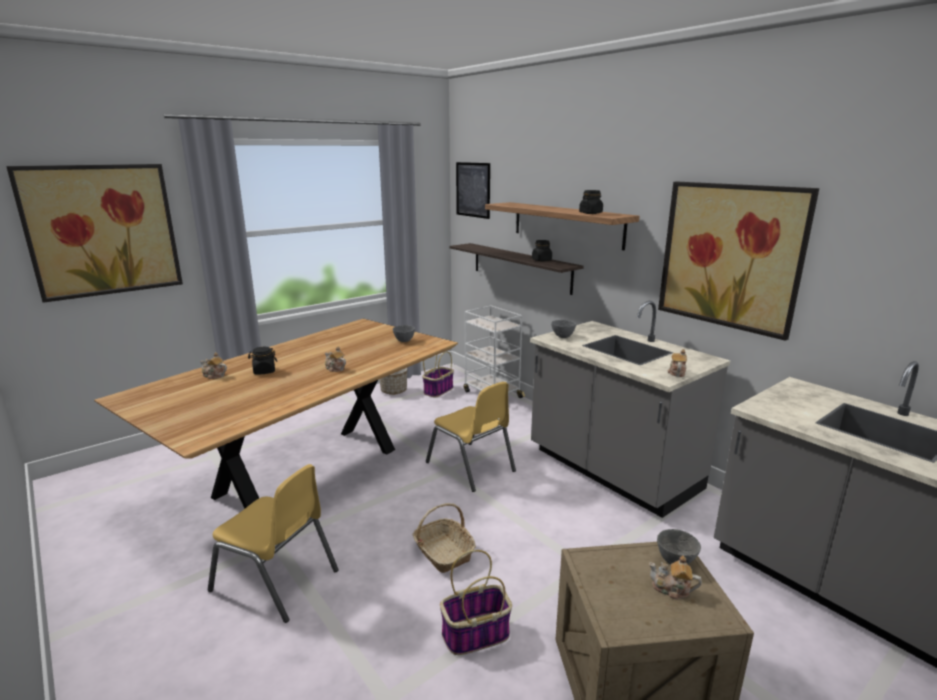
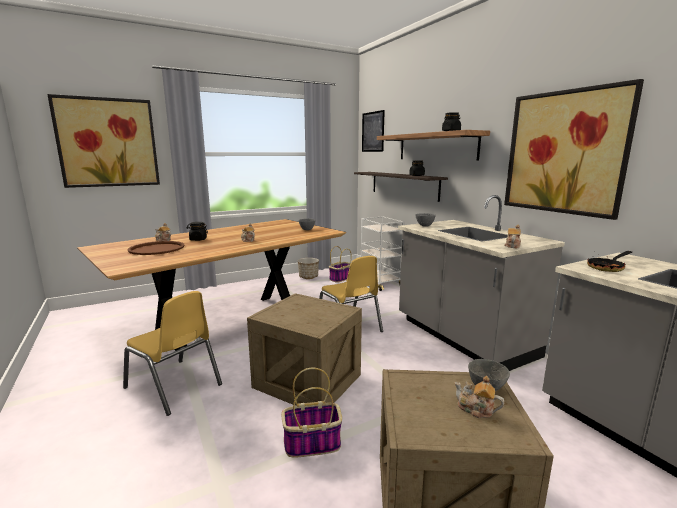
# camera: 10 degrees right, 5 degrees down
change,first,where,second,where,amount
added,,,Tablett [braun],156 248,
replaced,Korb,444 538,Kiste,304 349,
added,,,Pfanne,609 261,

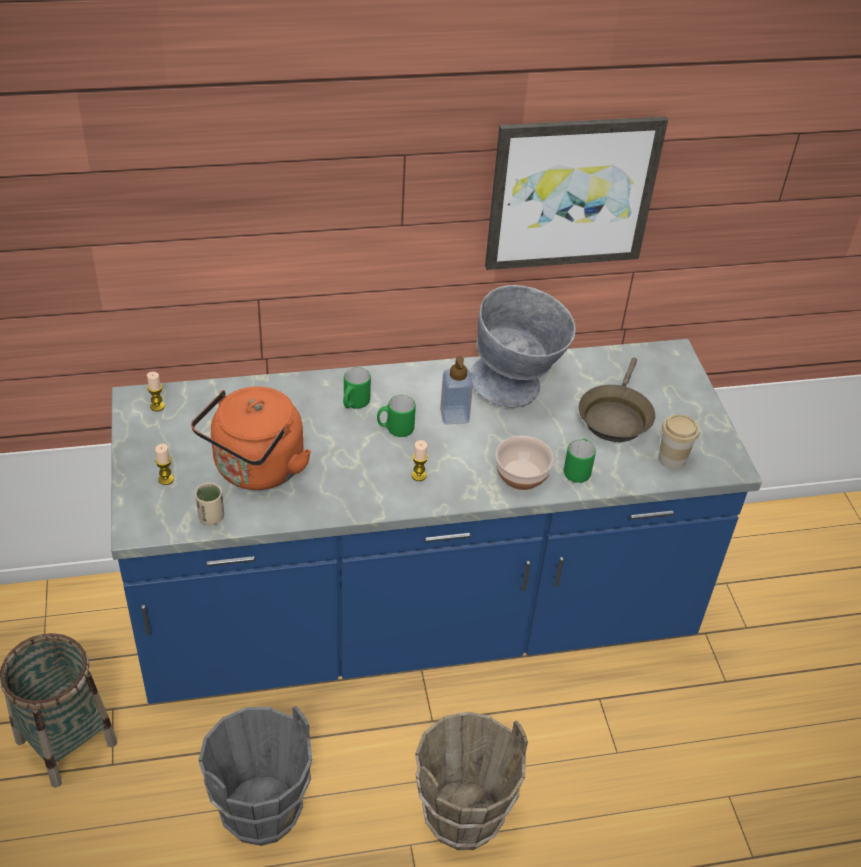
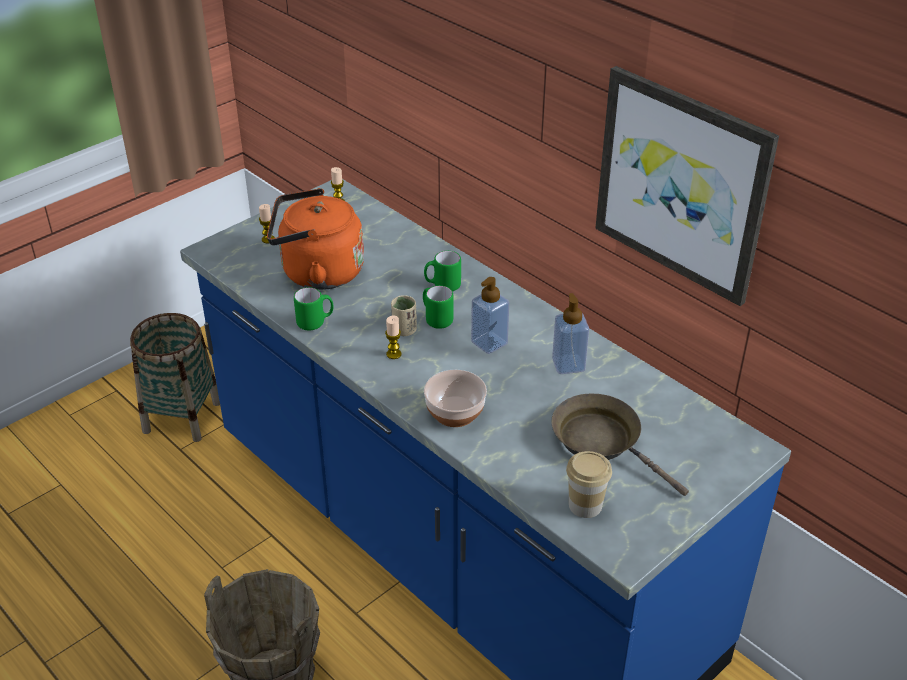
# camera: 60 degrees right, 5 degrees down
change,first,where,second,where,amount
moved,Henkelbecher [grün],580 461,,314 309,
moved,Tasse [beige],209 504,,404 315,
turned,Pfanne [braun],617 400,,620 445,60 degrees clockwise
replaced,Schüssel [grau],523 346,Seifenspender,570 333,
removed,Eimer [grau],255 776,,,

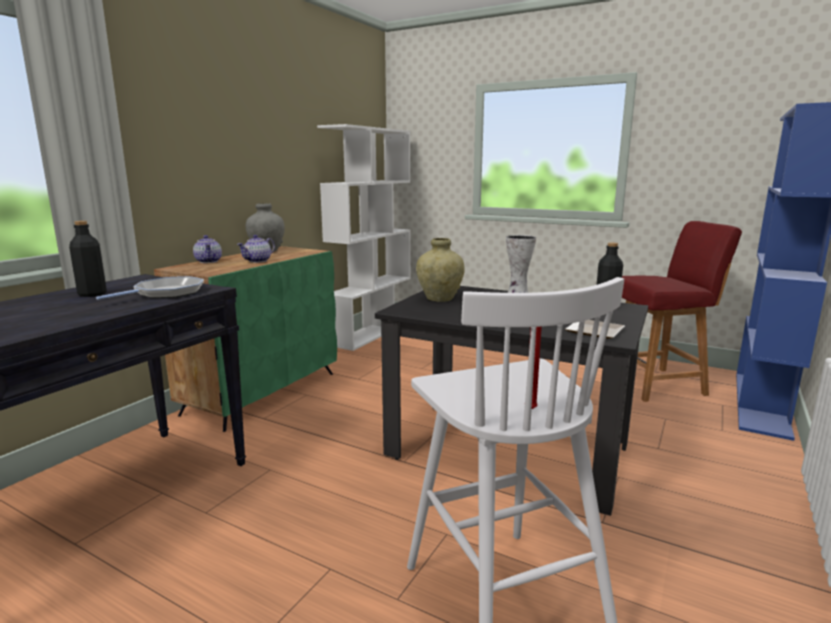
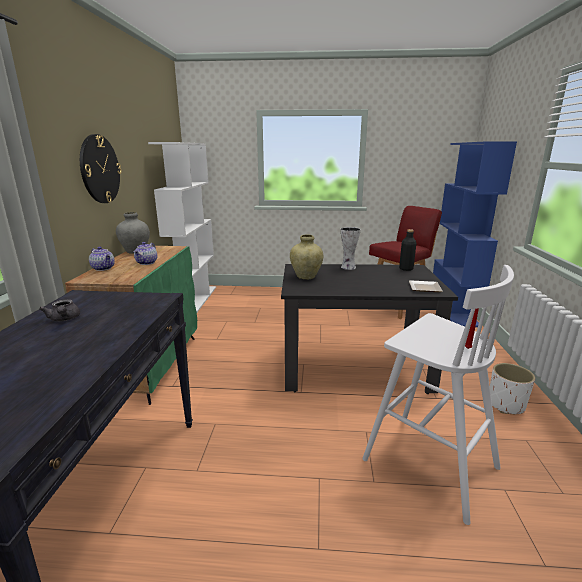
# camera: 25 degrees left, 5 degrees up
change,first,where,second,where,amount
replaced,Flasche [schwarz],88 259,Teekanne [grau],59 310,
added,,,Wanduhr,101 168,
added,,,Pflanzkübel [weiß],512 388,
removed,Pfanne,150 288,,,

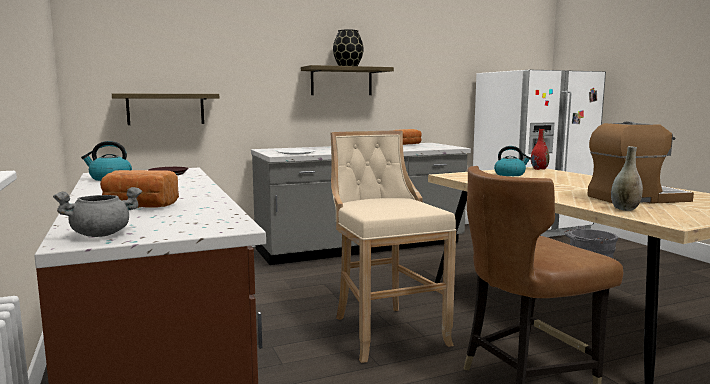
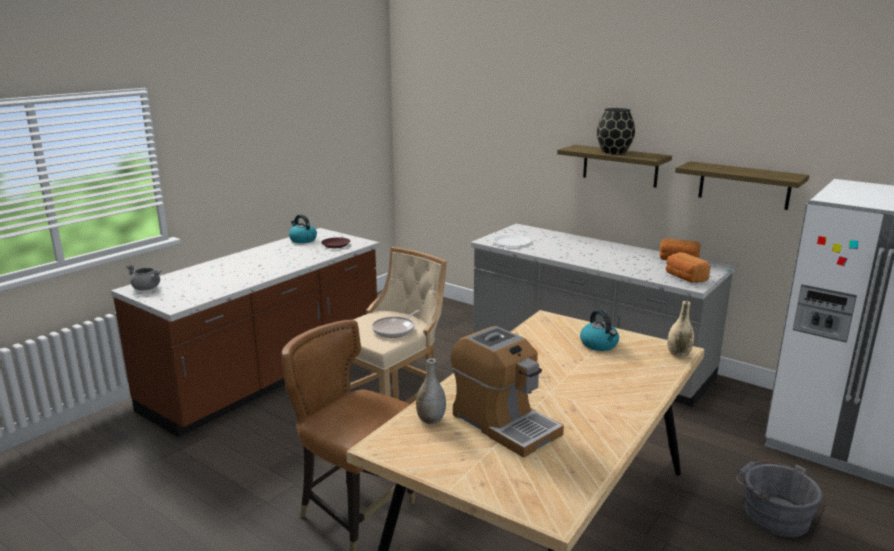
# camera: 60 degrees right, 10 degrees up
change,first,where,second,where,amount
added,,,Pfanne,396 324,
moved,Brot,139 189,,688 267,
recoloured,Vase [rot],540 149,Vase [beige],680 329,
moved,Wandregal,165 109,,742 185,

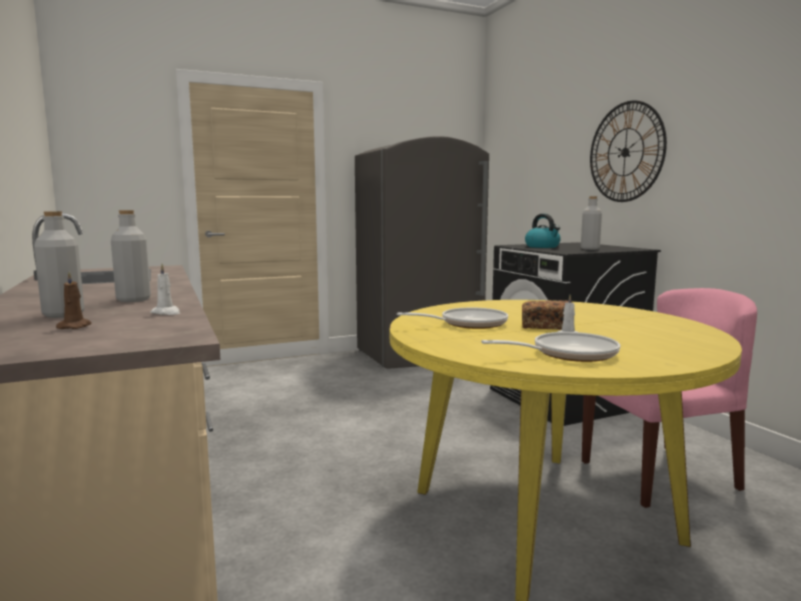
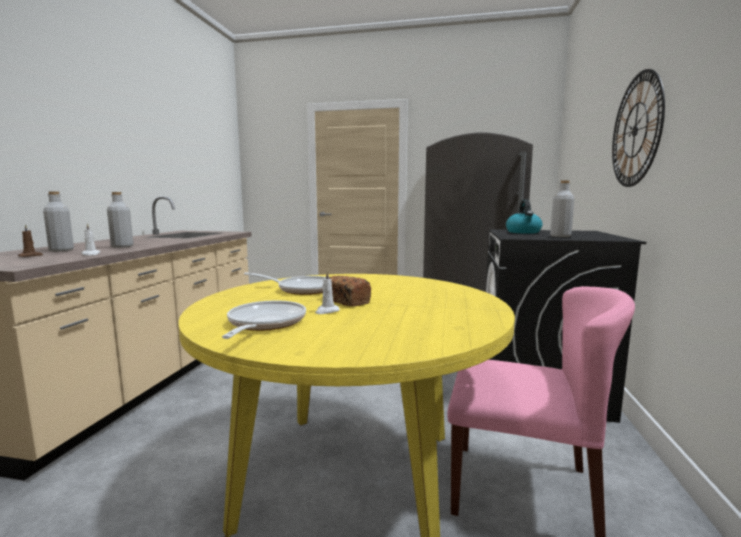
# camera: 35 degrees right, 0 degrees up
change,first,where,second,where,amount
turned,Pfanne,550 347,,264 319,105 degrees counterclockwise

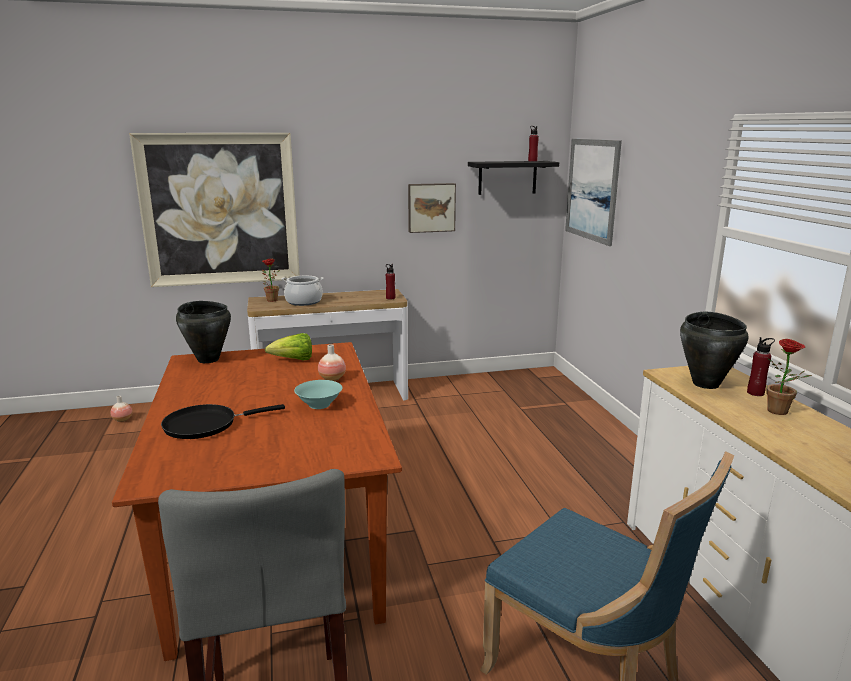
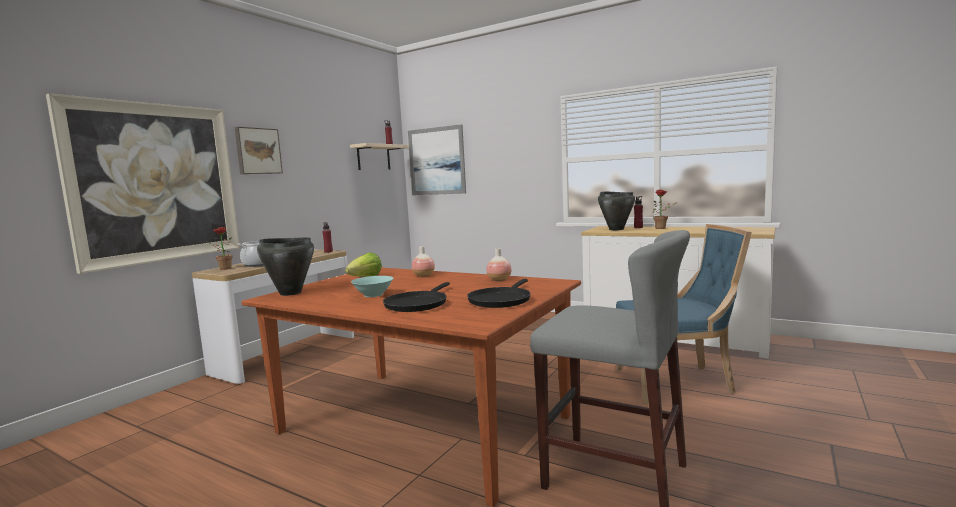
# camera: 45 degrees left, 10 degrees down
change,first,where,second,where,amount
moved,Bild,432 208,,258 150,
recoloured,Wandregal [schwarz],513 178,Wandregal [beige],379 156,
moved,Schüssel [türkis],318 394,,372 286,
added,,,Pfanne [schwarz],499 293,
moved,Vase,121 409,,498 264,

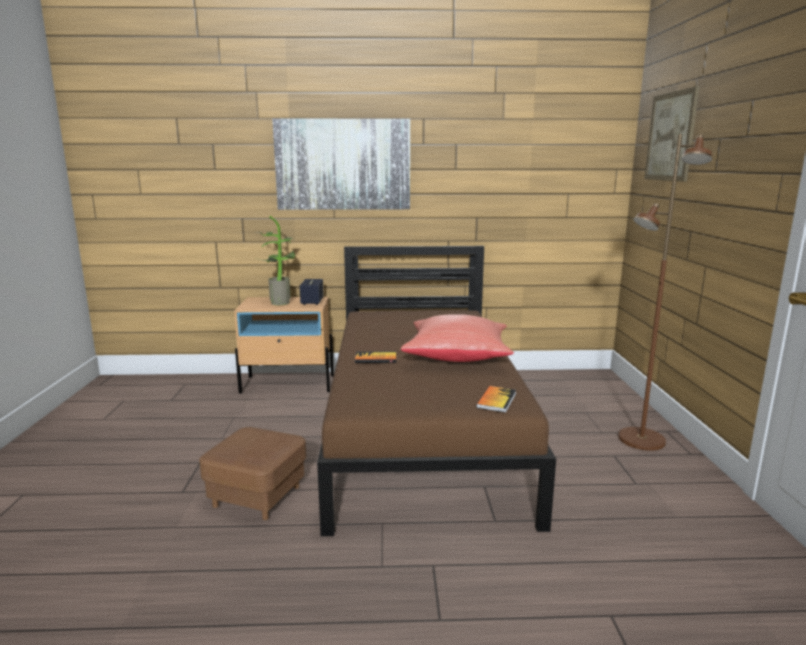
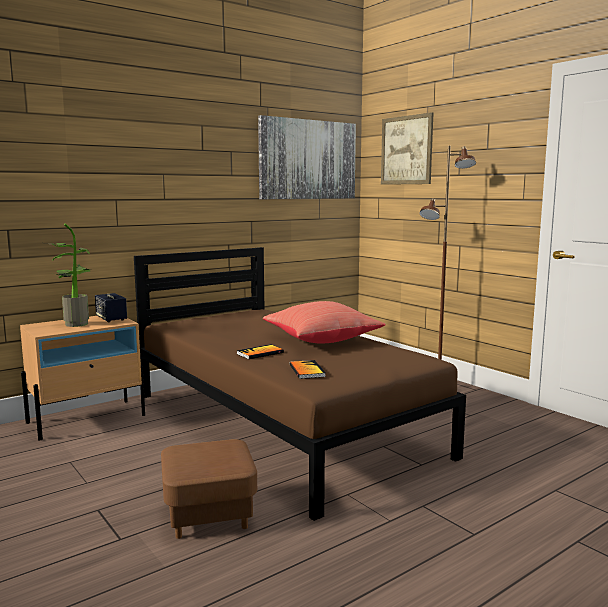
# camera: 35 degrees left, 5 degrees down
change,first,where,second,where,amount
moved,Bild,341 164,,307 157,
moved,Buch,496 399,,308 369,

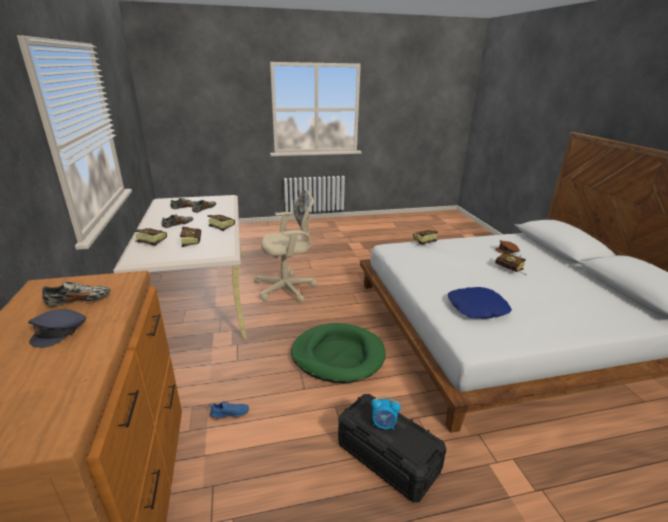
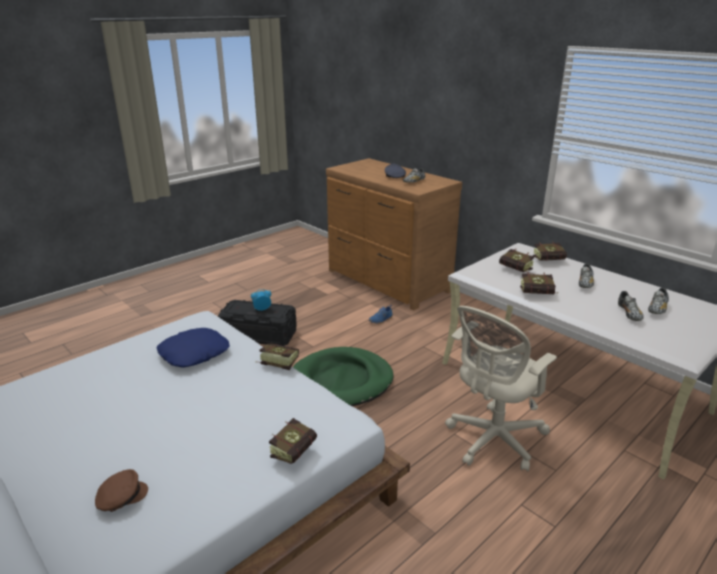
# camera: 150 degrees right, 0 degrees up
change,first,where,second,where,amount
moved,Buch,511 263,,277 356,

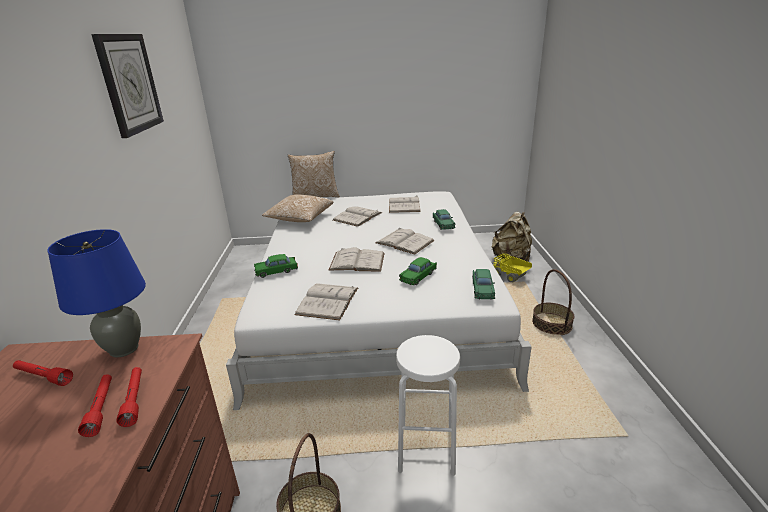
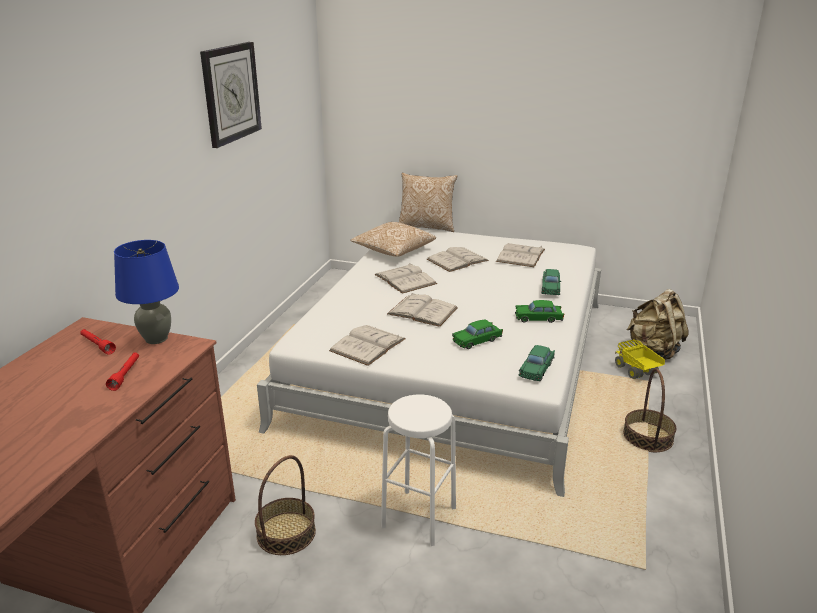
# camera: 20 degrees right, 0 degrees up
change,first,where,second,where,amount
moved,Buch [weiß],405 241,,406 278,
moved,Spielzeugauto [grün],276 266,,539 311,
removed,Taschenlampe [rot],129 397,,,

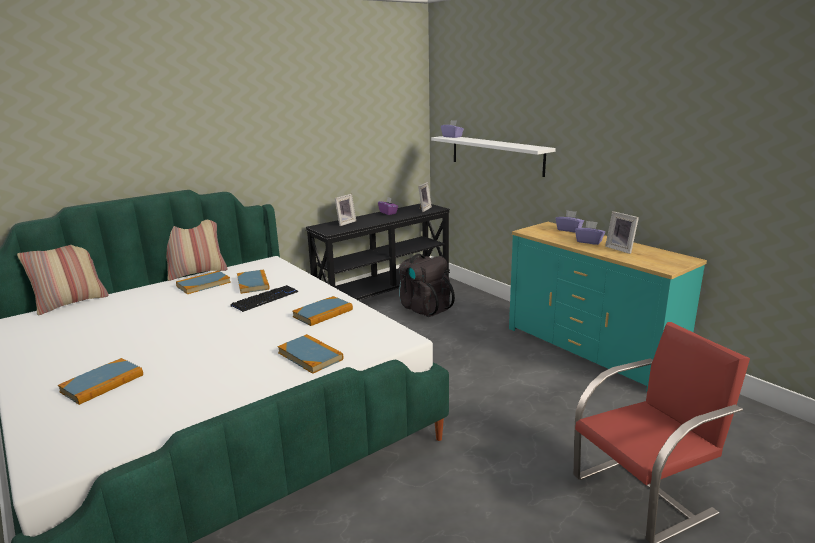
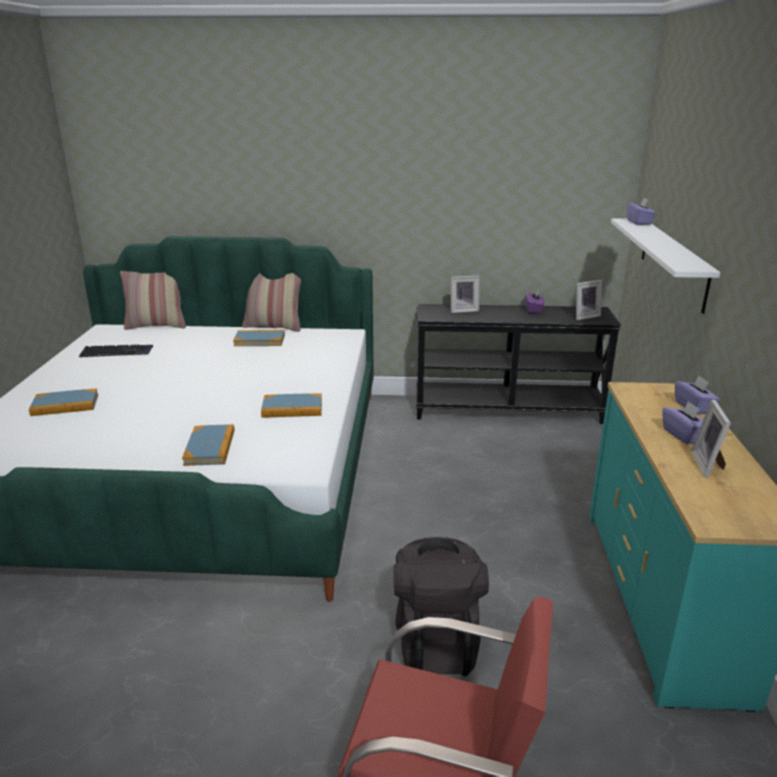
# camera: 40 degrees right, 5 degrees up
change,first,where,second,where,amount
moved,Tastatur,264 298,,116 350,
moved,Rucksack [schwarz],427 285,,441 607,
removed,Buch,253 281,,,

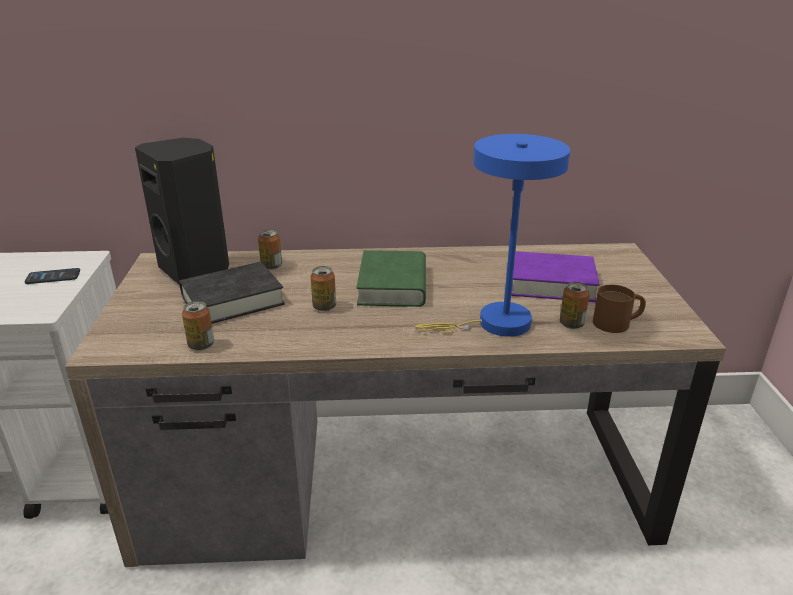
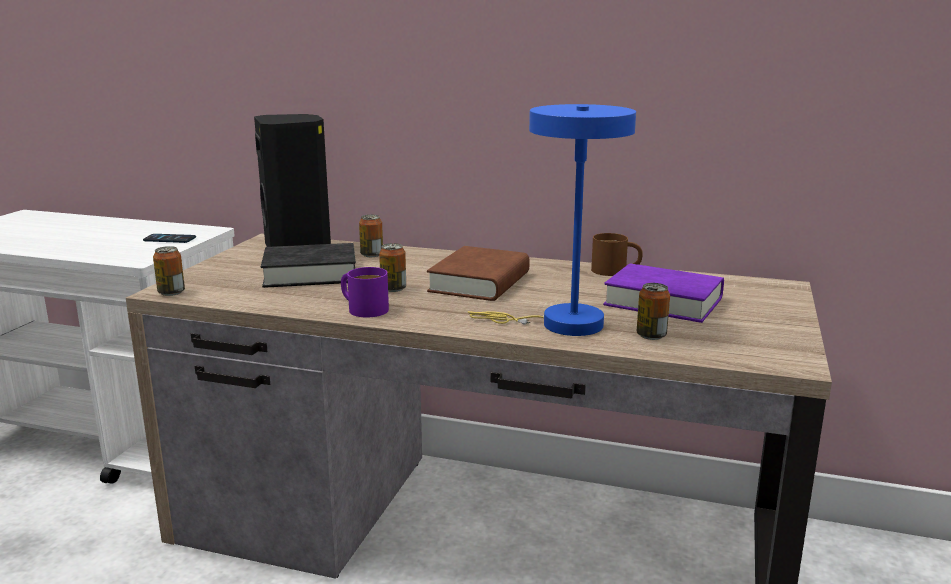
# camera: 20 degrees right, 10 degrees down
change,first,where,second,where,amount
moved,Dose,198 326,,169 271,
added,,,Henkelbecher [lila],365 292,
recoloured,Buch [grün],391 278,Buch [braun],478 273,
moved,Henkelbecher [braun],619 309,,617 254,

